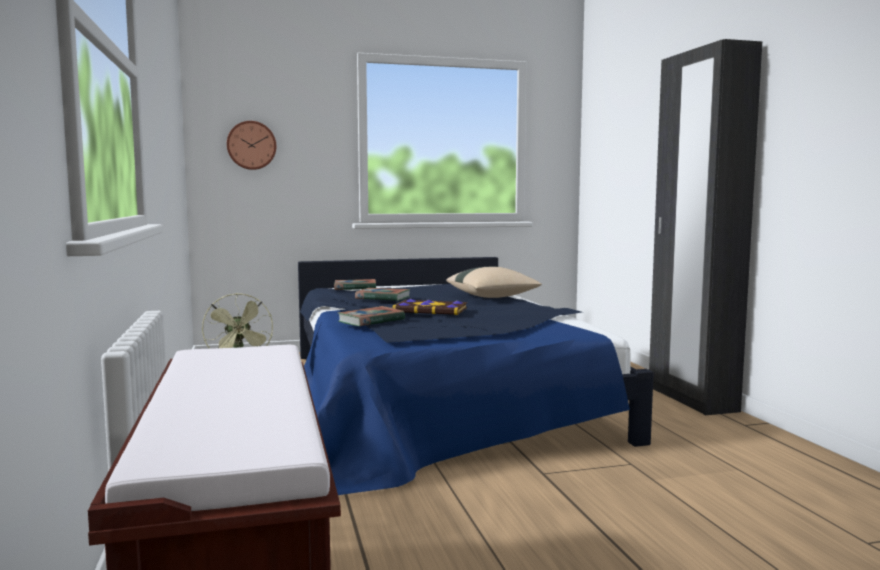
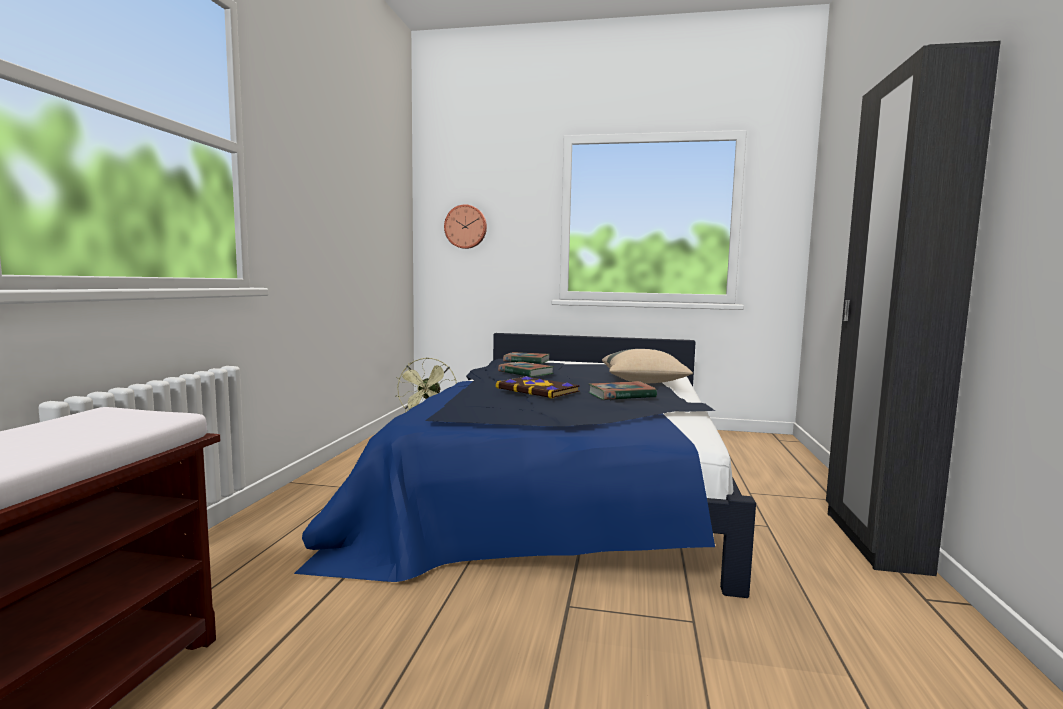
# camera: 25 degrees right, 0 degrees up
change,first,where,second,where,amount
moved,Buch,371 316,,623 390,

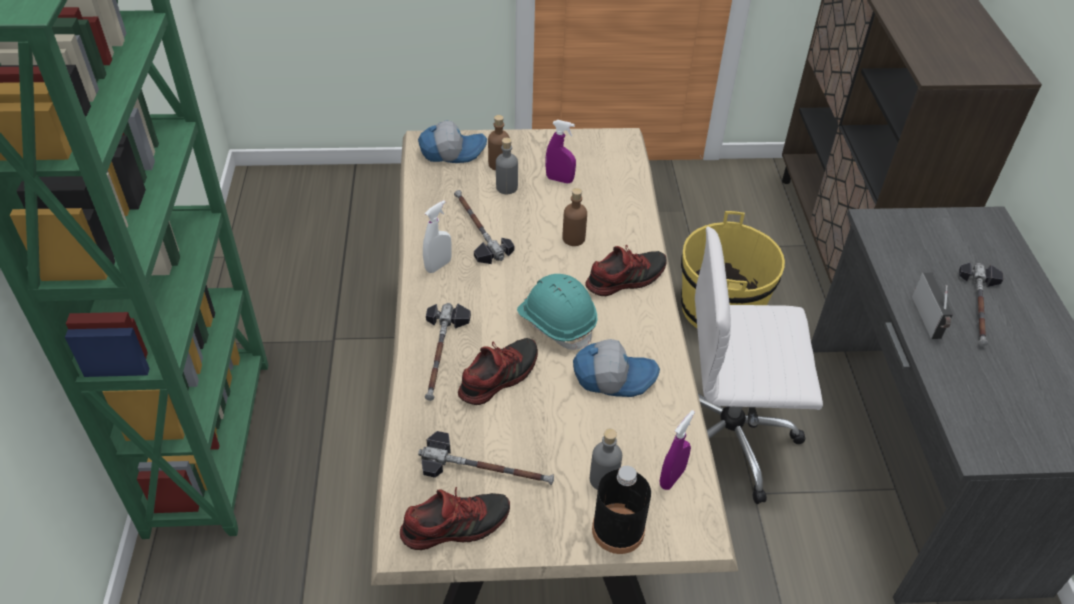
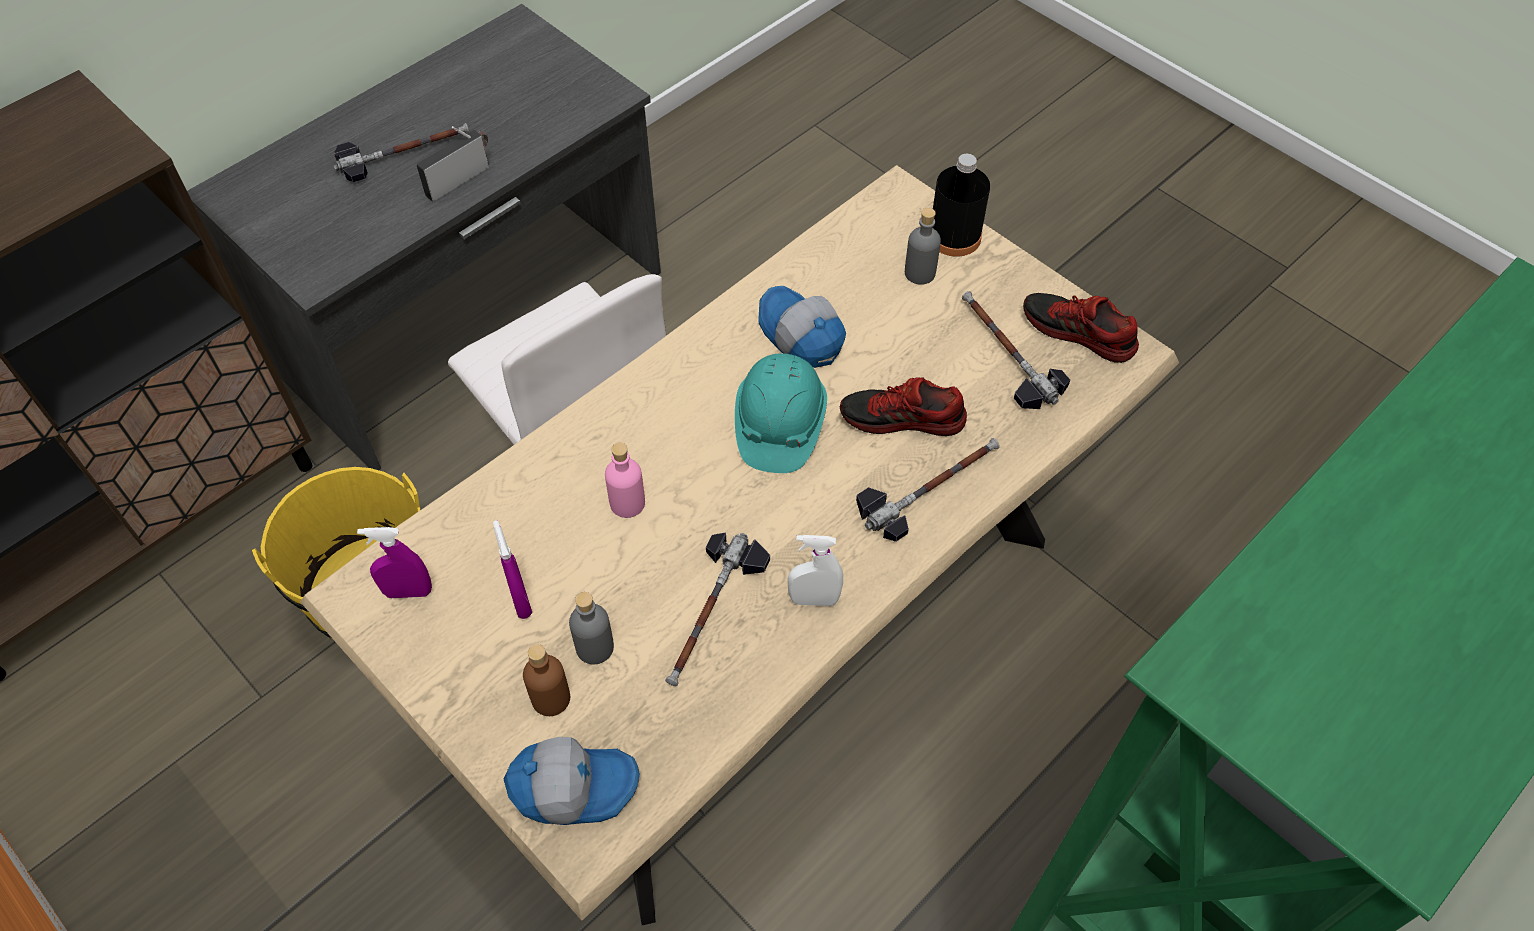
# camera: 130 degrees left, 10 degrees up
change,first,where,second,where,amount
moved,Sprühflasche [lila],677 450,,394 562,
turned,Kappe,452 141,,572 781,135 degrees clockwise
recoloured,Flasche [braun],574 217,Flasche [rosa],625 480,
removed,Schuh,626 270,,,

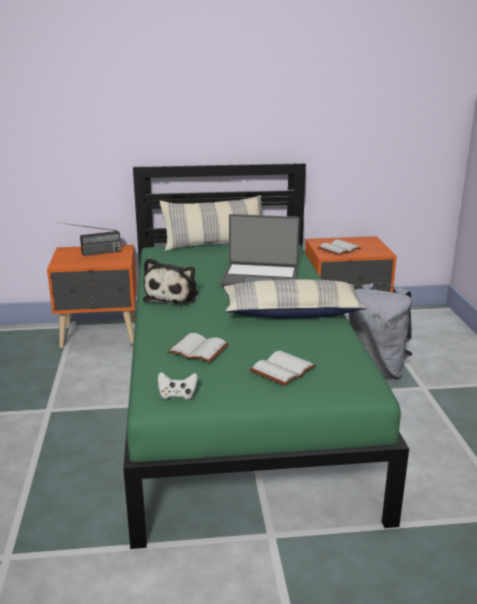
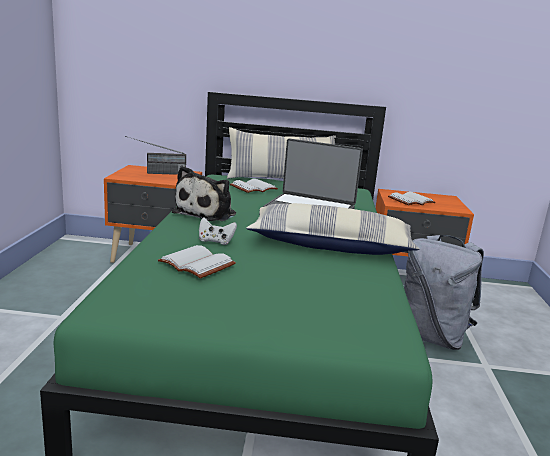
# camera: 10 degrees right, 5 degrees down
change,first,where,second,where,amount
moved,Gamepad [weiß],178 386,,218 231,
moved,Buch [weiß],283 368,,254 186,

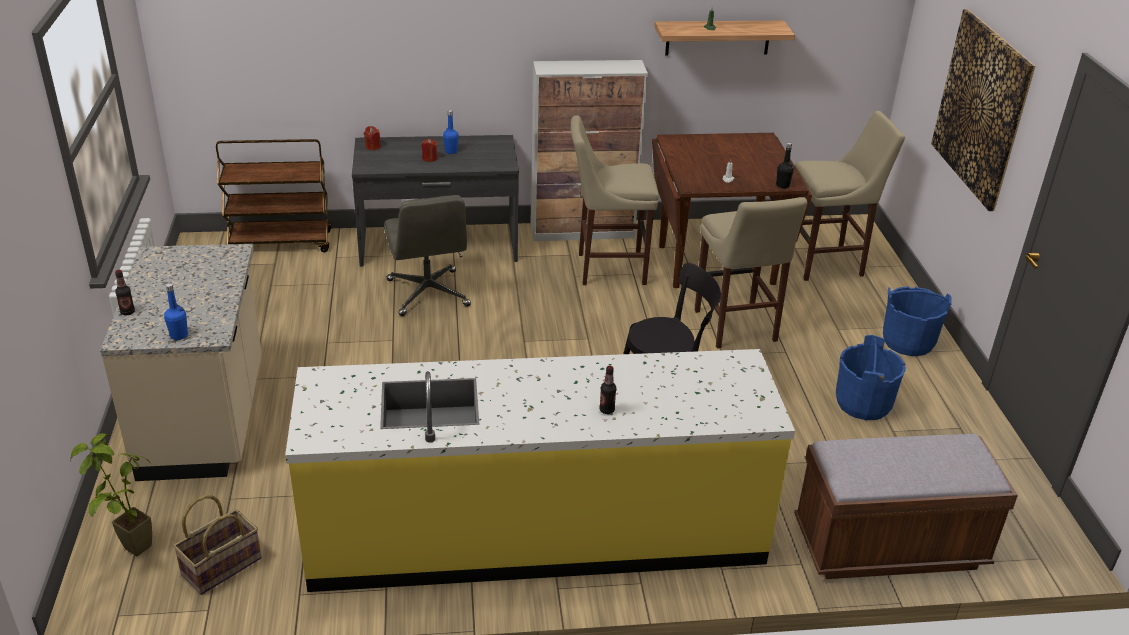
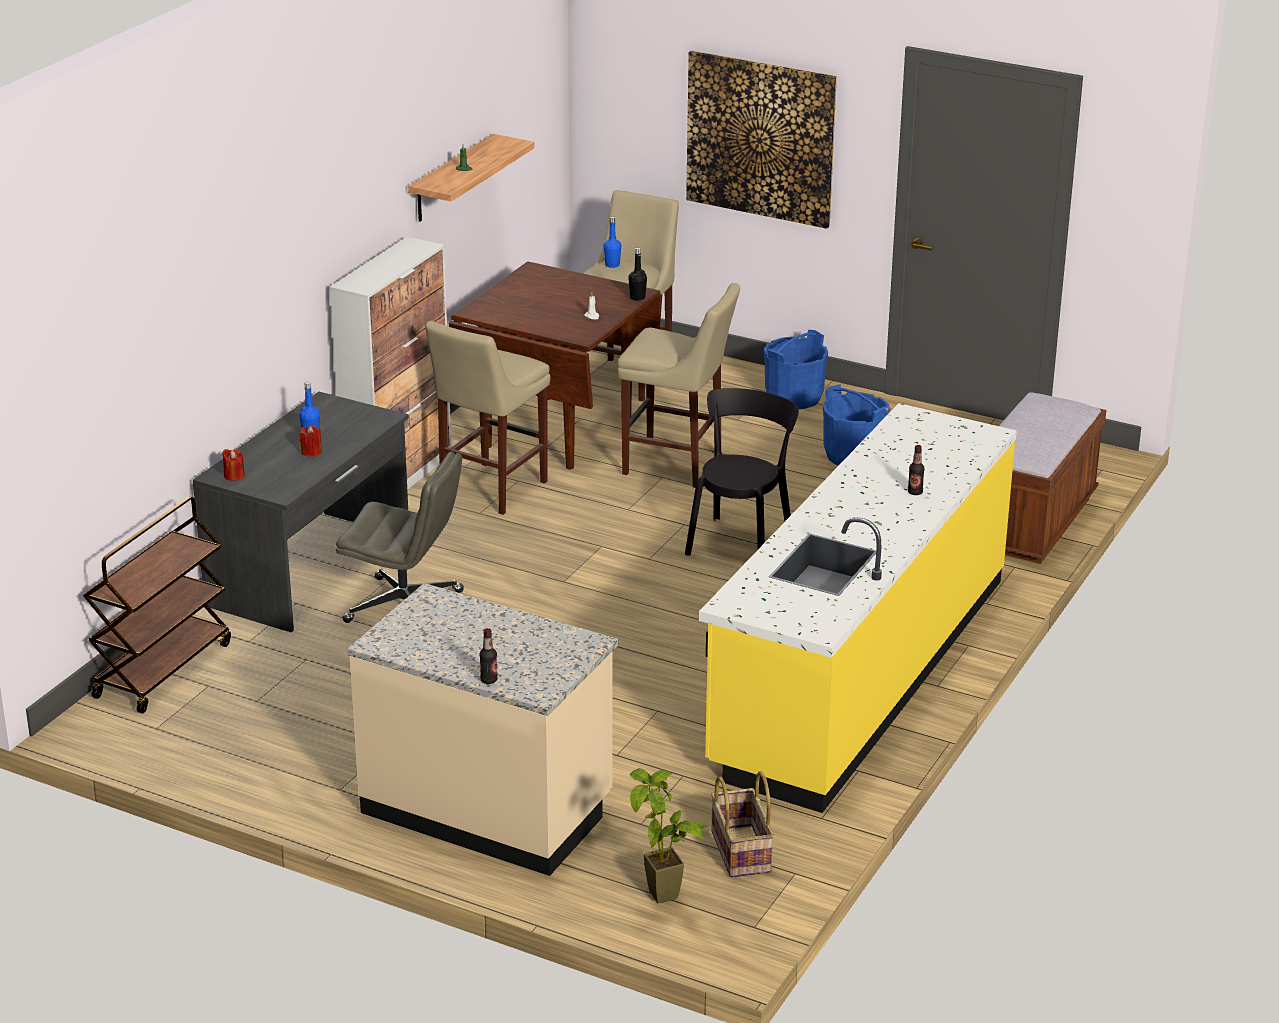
# camera: 55 degrees left, 5 degrees down
change,first,where,second,where,amount
moved,Flasche [blau],176 311,,612 242,

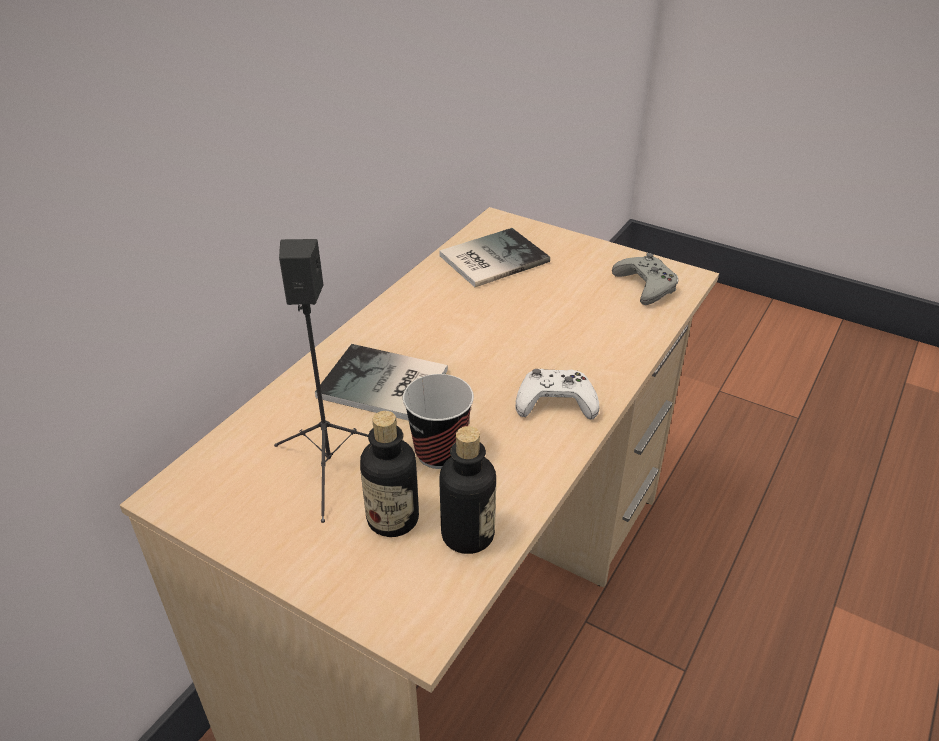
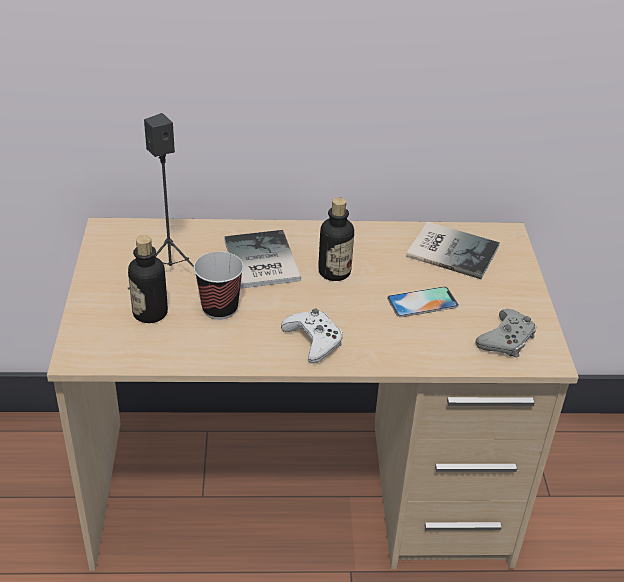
# camera: 55 degrees right, 0 degrees up
change,first,where,second,where,amount
moved,Flasche,467 490,,336 239,
added,,,Handy,423 302,

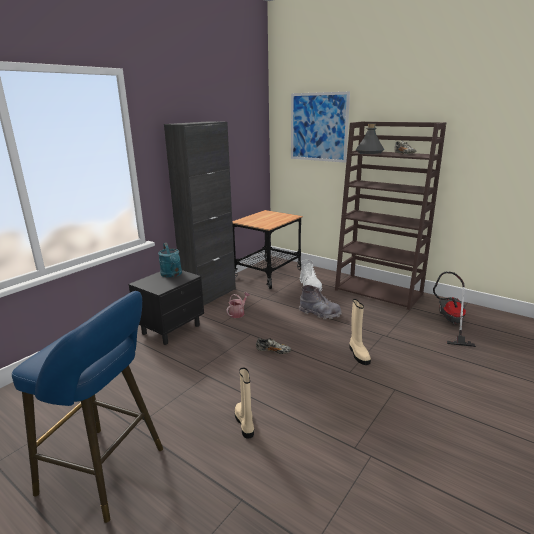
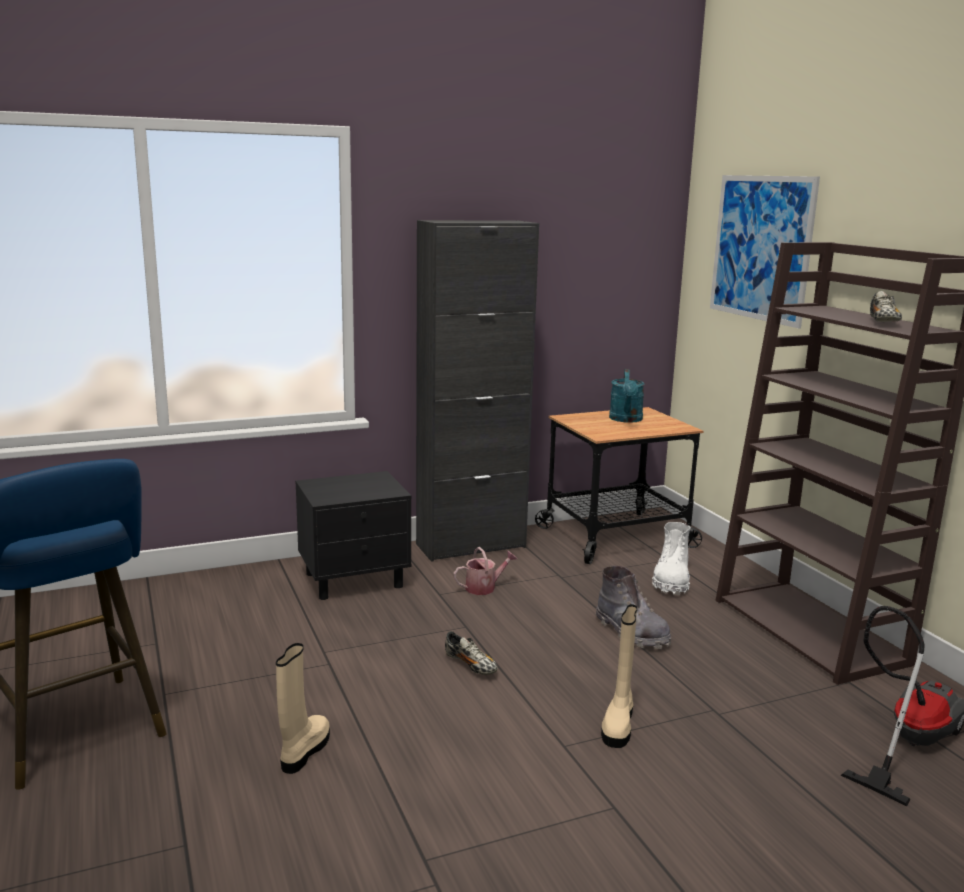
# camera: 30 degrees right, 5 degrees down
change,first,where,second,where,amount
moved,Gießkanne [türkis],170 260,,627 396,
removed,Flasche [grau],370 139,,,

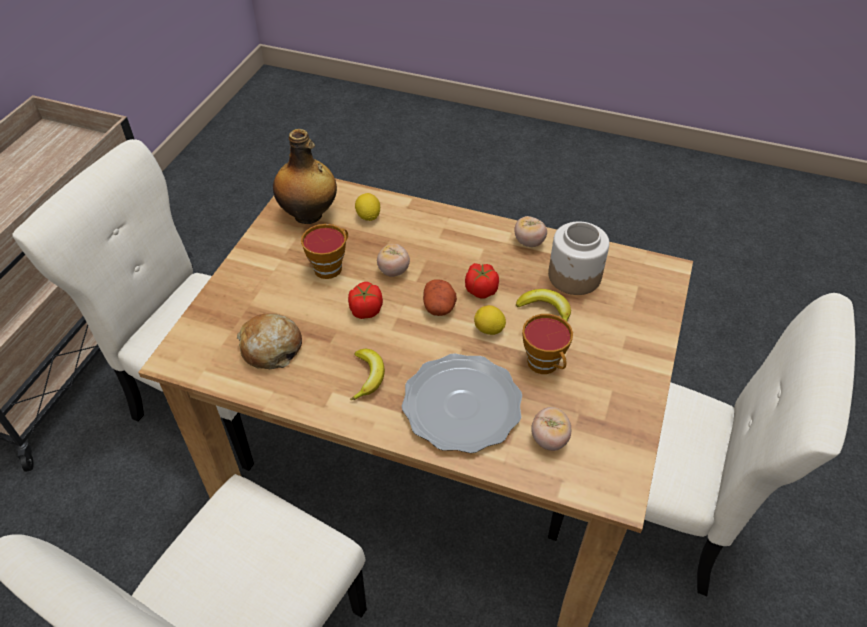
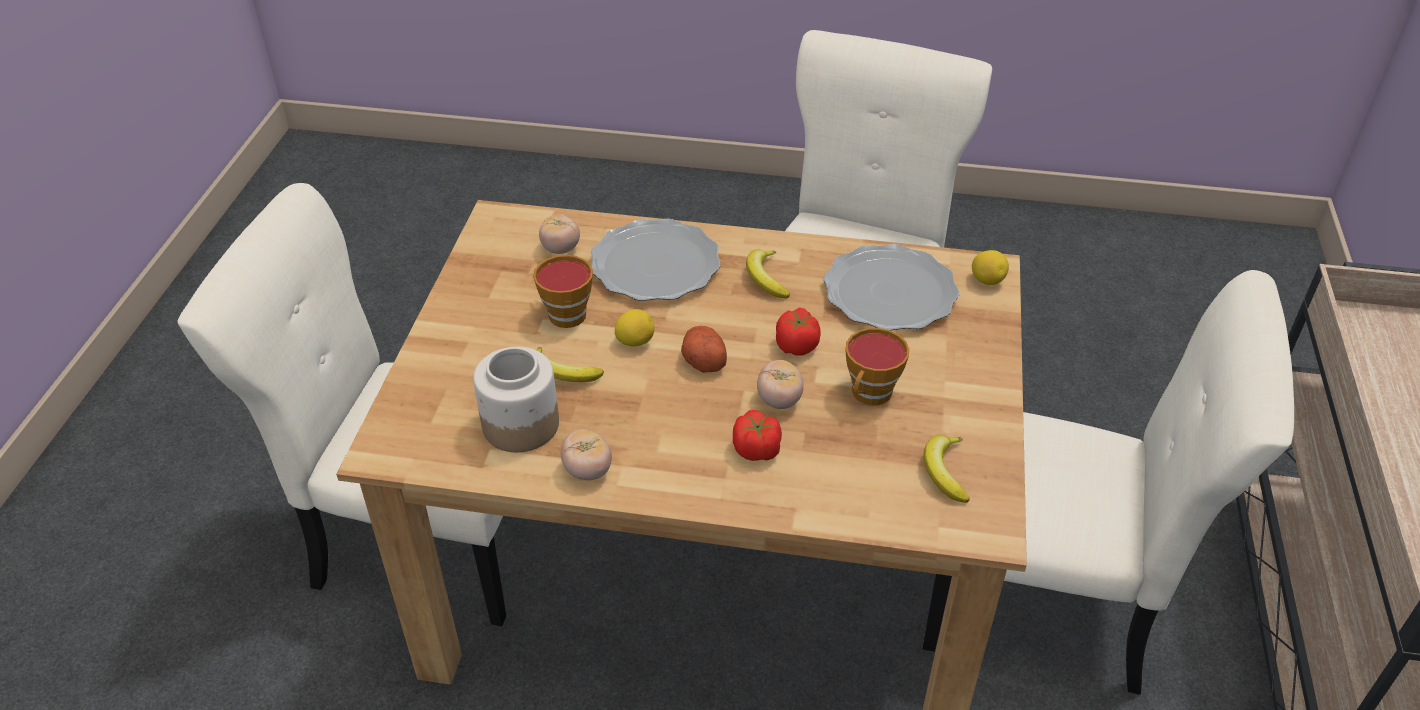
# camera: 170 degrees right, 5 degrees down
change,first,where,second,where,amount
moved,Tomate,482 280,,757 435,
replaced,Brot,269 341,Teller,891 287,
replaced,Flasche,305 176,Banane,946 468,
moved,Zitrone,367 207,,990 267,

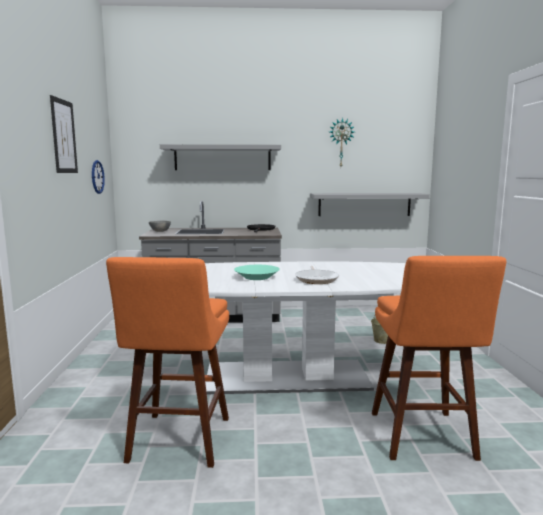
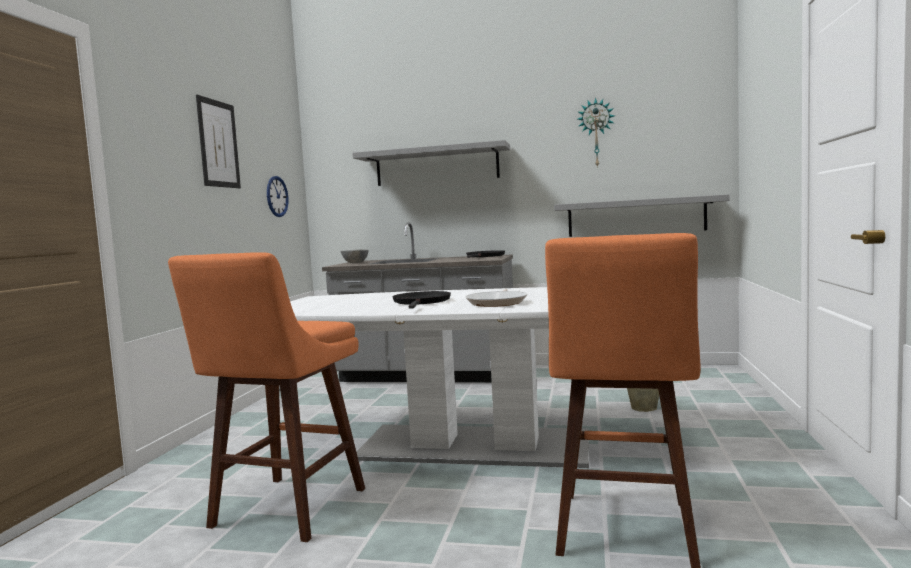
# camera: 15 degrees right, 5 degrees down
change,first,where,second,where,amount
replaced,Schüssel [türkis],257 272,Pfanne [schwarz],422 300,

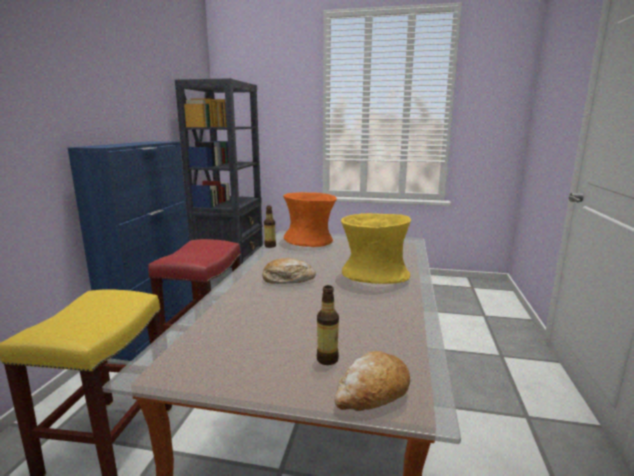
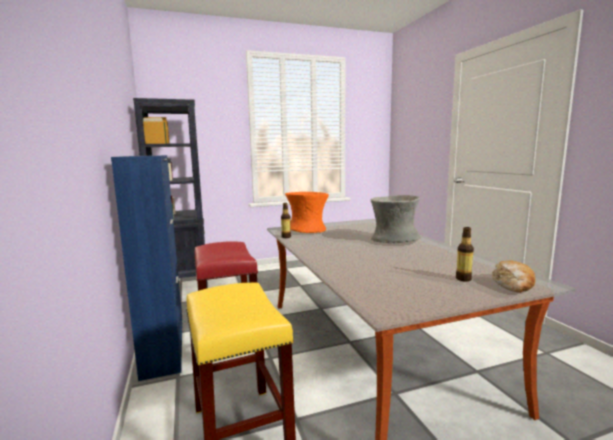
# camera: 30 degrees left, 5 degrees down
change,first,where,second,where,amount
recoloured,Vase [gelb],376 248,Vase [grau],395 219,
removed,Brot,289 271,,,

